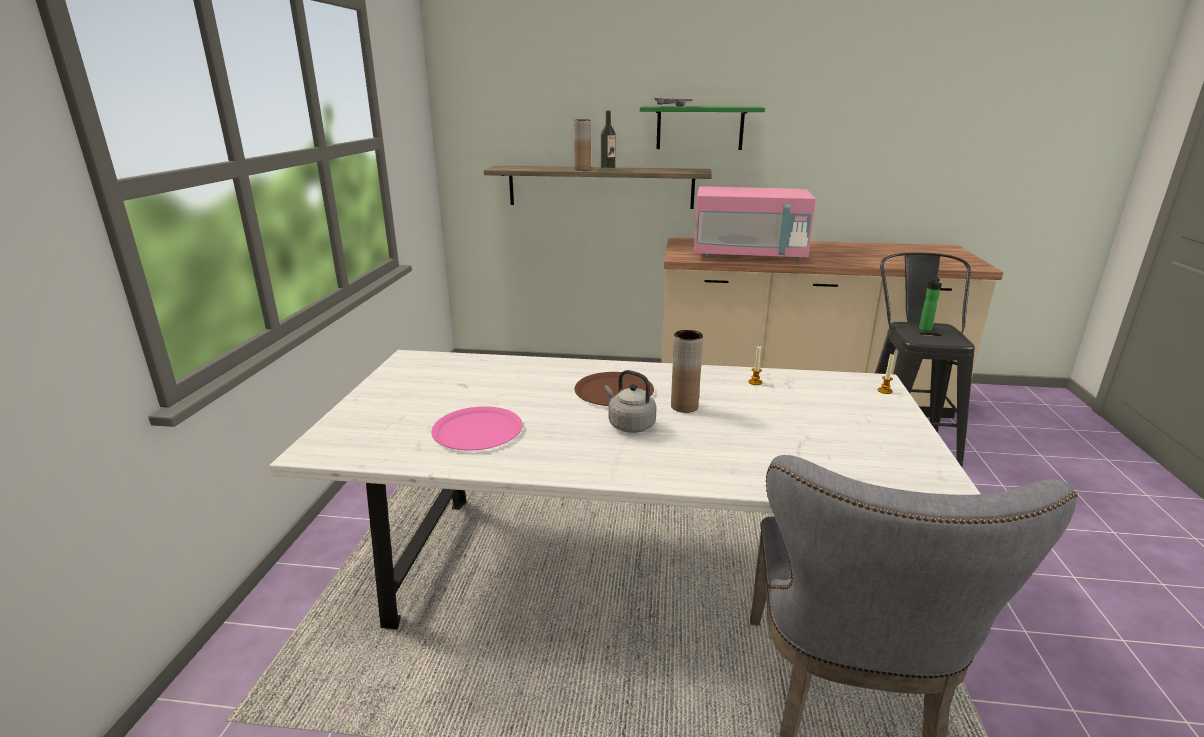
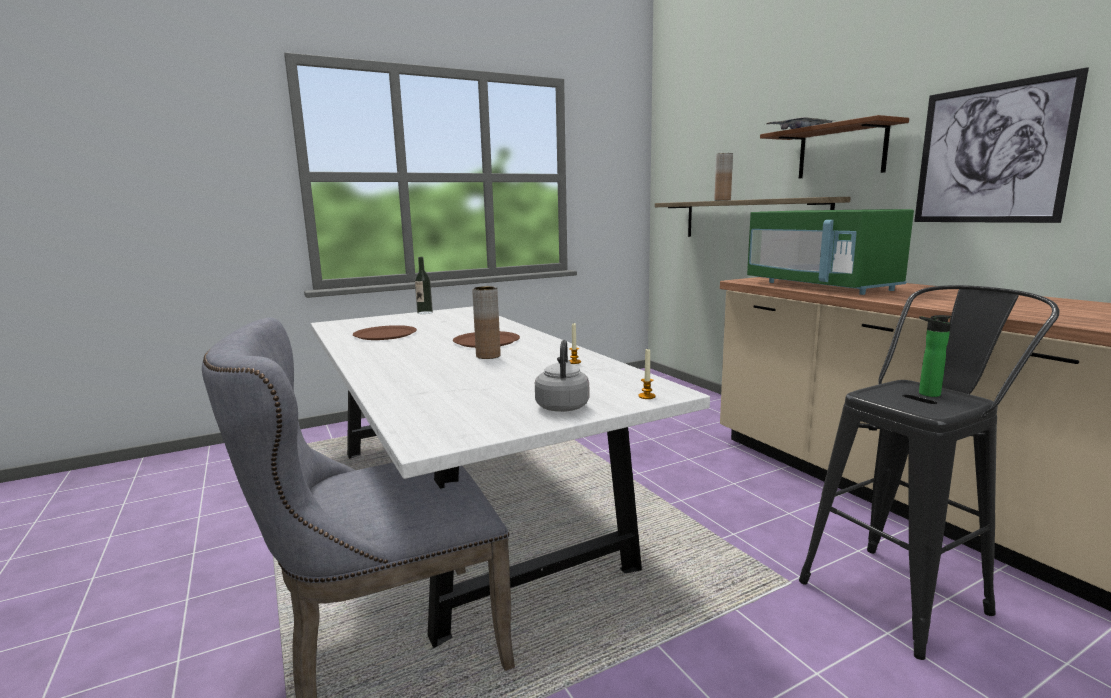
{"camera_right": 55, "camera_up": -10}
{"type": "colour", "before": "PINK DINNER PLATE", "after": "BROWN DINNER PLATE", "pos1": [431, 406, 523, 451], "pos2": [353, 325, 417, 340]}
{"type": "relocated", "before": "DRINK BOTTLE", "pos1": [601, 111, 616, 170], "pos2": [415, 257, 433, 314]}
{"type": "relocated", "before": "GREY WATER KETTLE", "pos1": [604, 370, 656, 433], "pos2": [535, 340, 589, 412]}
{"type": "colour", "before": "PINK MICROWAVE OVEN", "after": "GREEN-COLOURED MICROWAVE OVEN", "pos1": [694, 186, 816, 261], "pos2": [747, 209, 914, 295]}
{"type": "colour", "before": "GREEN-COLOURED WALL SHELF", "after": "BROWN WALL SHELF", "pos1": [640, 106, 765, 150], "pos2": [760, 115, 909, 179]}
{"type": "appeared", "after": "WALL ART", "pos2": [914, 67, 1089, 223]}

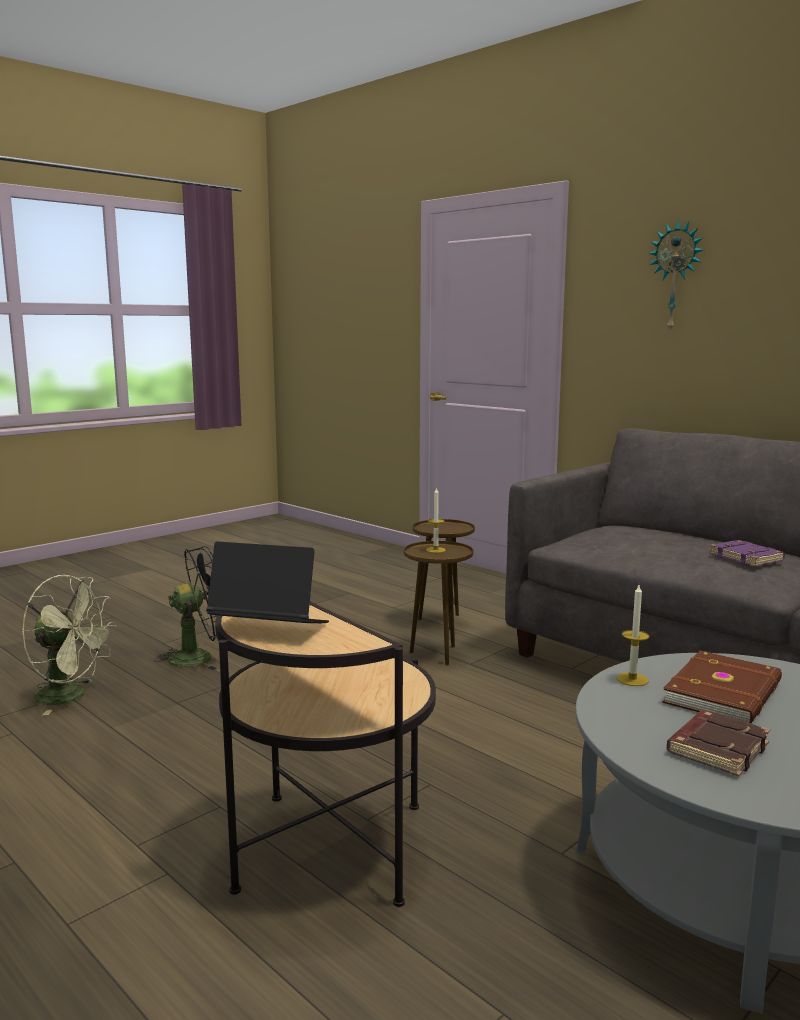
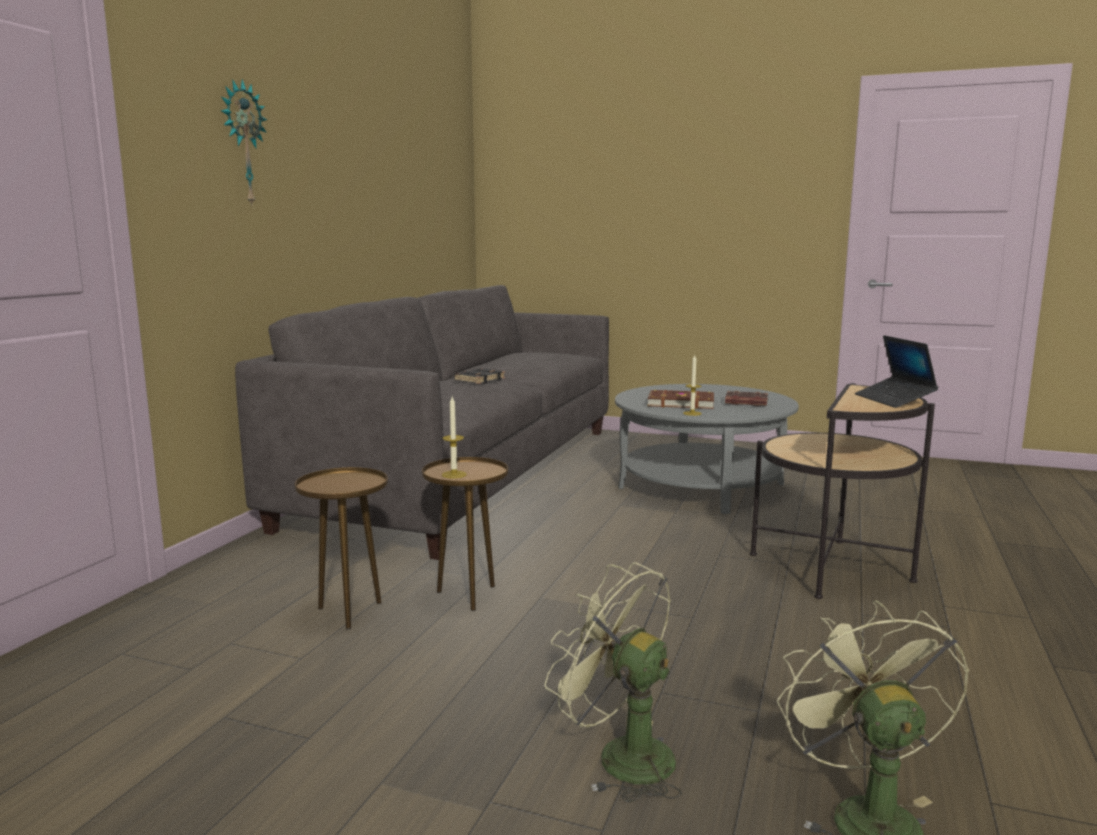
{"camera_right": -115, "camera_up": 0}
{"type": "colour", "before": "PURPLISH BOUND BOOK", "after": "BLACK BOUND BOOK", "pos1": [709, 540, 785, 567], "pos2": [453, 369, 505, 384]}
{"type": "colour", "before": "BLACK FAN", "after": "GREEN-COLOURED FAN", "pos1": [154, 546, 217, 670], "pos2": [545, 562, 682, 802]}

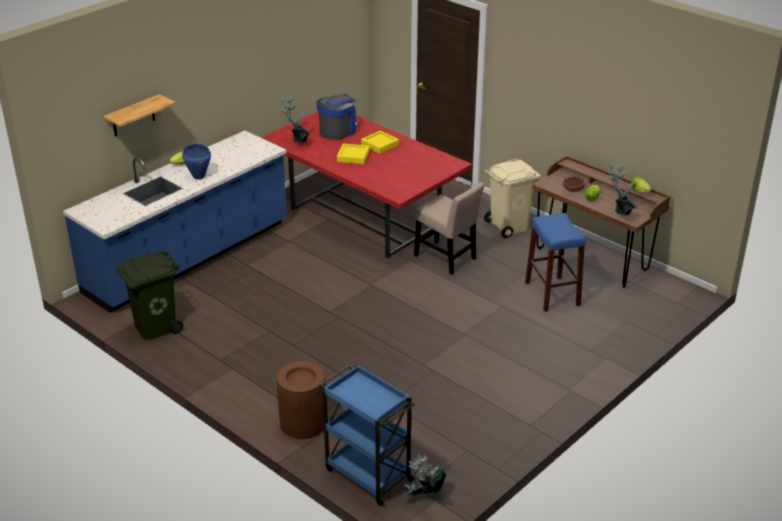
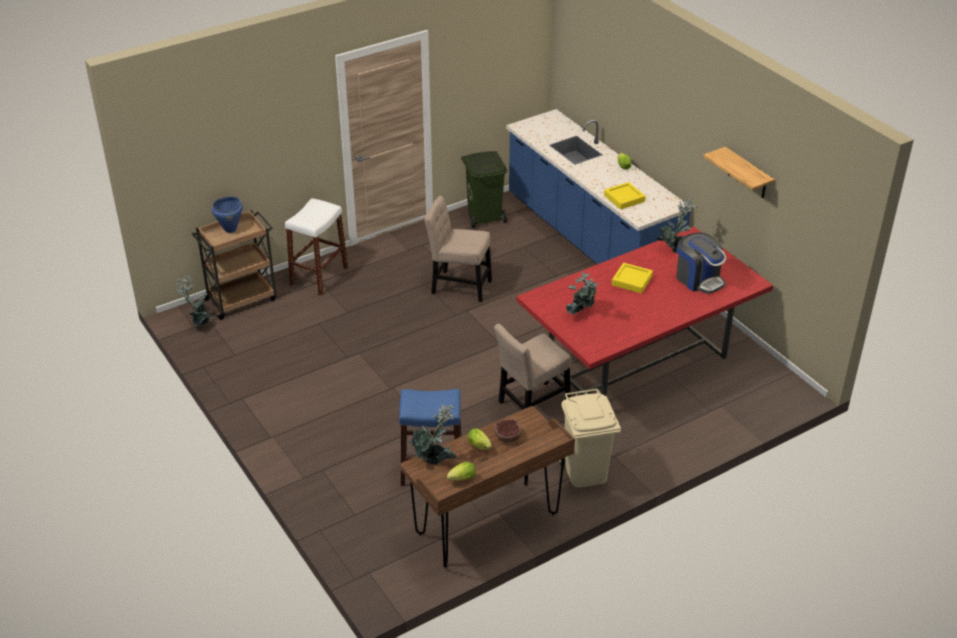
{"camera_right": 105, "camera_up": 5}
{"type": "colour", "before": "BLUISH CART", "after": "BROWN CART", "pos1": [320, 364, 415, 506], "pos2": [192, 210, 276, 320]}
{"type": "relocated", "before": "BLUISH COOKING POT", "pos1": [182, 144, 211, 180], "pos2": [212, 196, 243, 233]}
{"type": "exchanged", "before": "BROWN RUBBISH BIN", "after": "WHITE-COLOURED SITTING STOOL", "pos1": [277, 361, 326, 439], "pos2": [285, 198, 348, 296]}
{"type": "appeared", "after": "BEIGE PLAIN CHAIR", "pos2": [424, 196, 492, 302]}
{"type": "appeared", "after": "POTTED PLANT", "pos2": [566, 271, 599, 315]}
{"type": "relocated", "before": "YELLOW CARRYING TRAY", "pos1": [361, 131, 399, 154], "pos2": [604, 182, 645, 210]}
{"type": "relocated", "before": "WALL SHELF", "pos1": [103, 94, 176, 137], "pos2": [703, 147, 775, 198]}

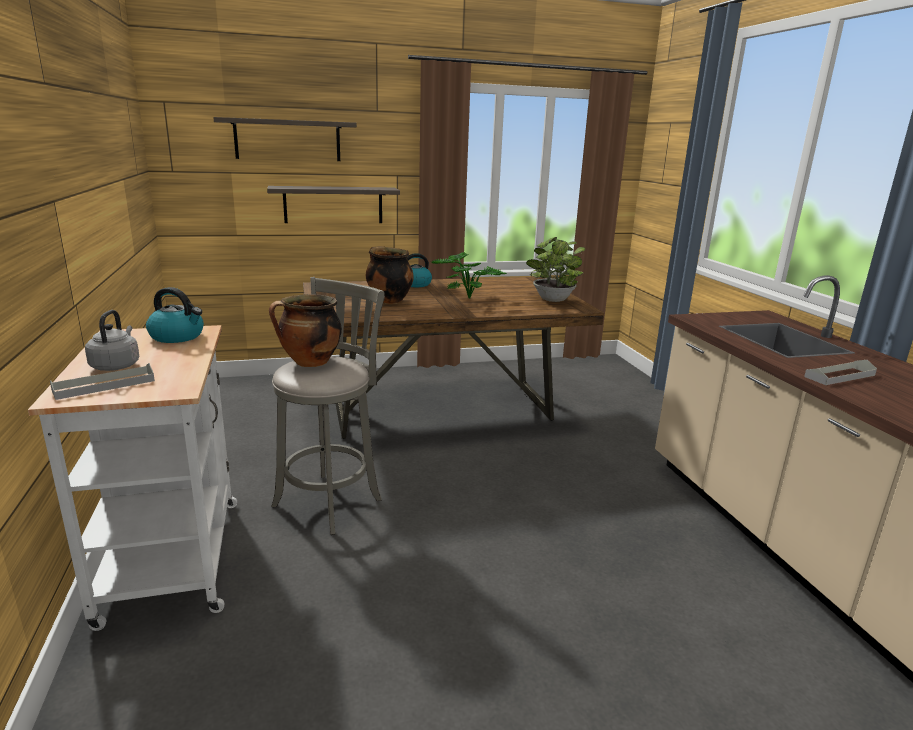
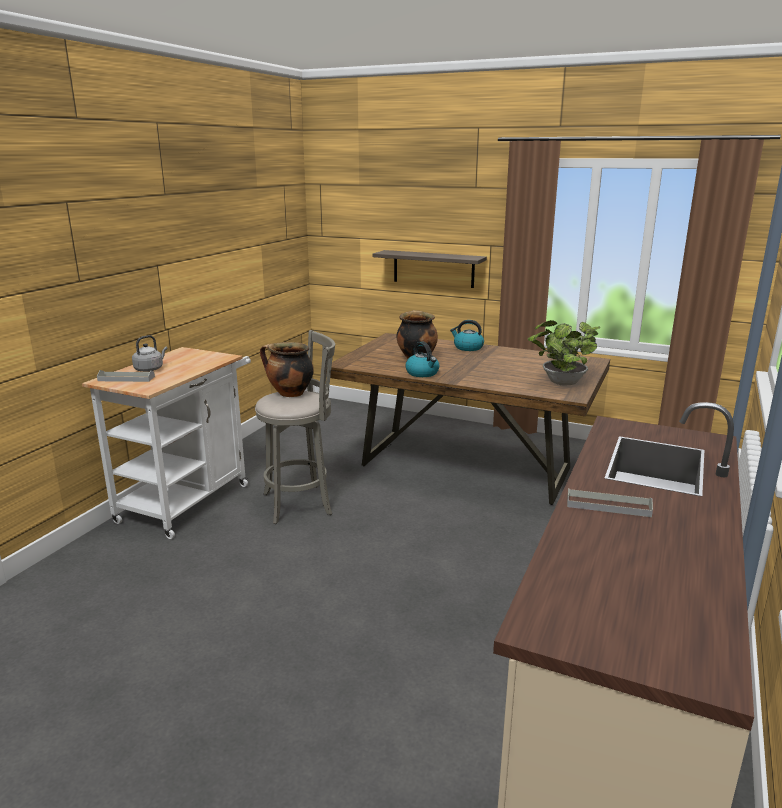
{"camera_right": 40, "camera_up": 0}
{"type": "relocated", "before": "WATER KETTLE", "pos1": [146, 287, 204, 343], "pos2": [405, 341, 439, 377]}
{"type": "missing", "before": "WALL SHELF", "pos1": [213, 117, 357, 161]}
{"type": "missing", "before": "POTTED PLANT", "pos1": [431, 252, 507, 299]}

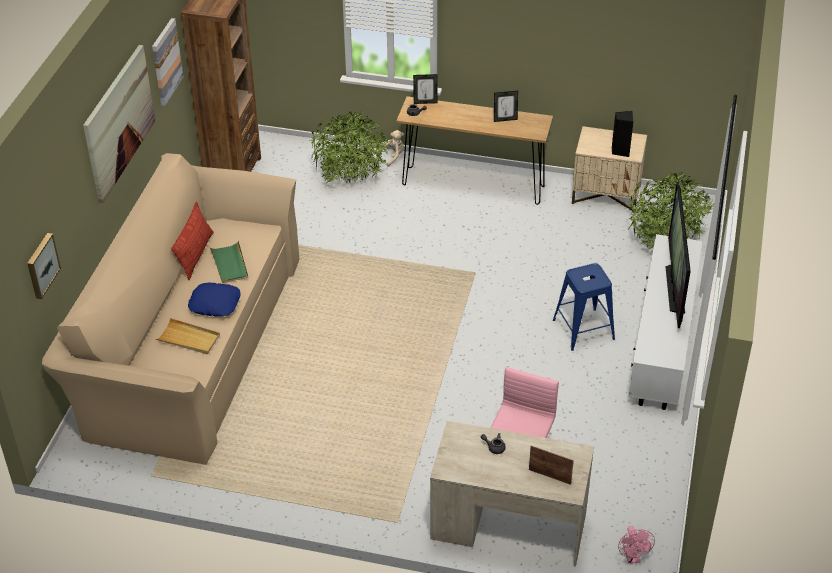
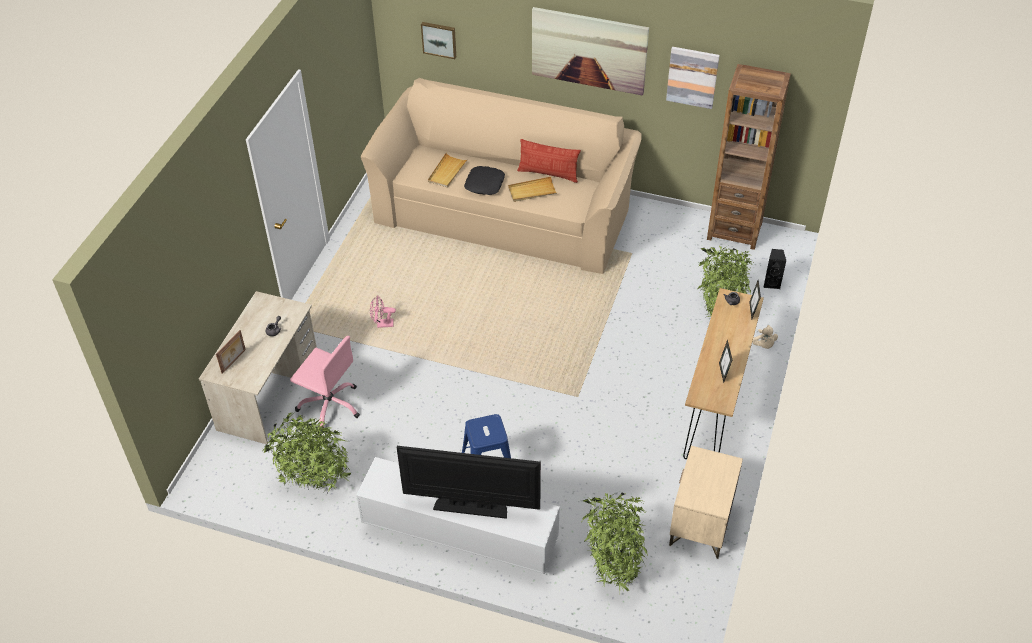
{"camera_right": 95, "camera_up": 5}
{"type": "appeared", "after": "POTTED PLANT", "pos2": [262, 413, 351, 492]}
{"type": "relocated", "before": "PINK FAN", "pos1": [618, 526, 655, 564], "pos2": [370, 295, 396, 328]}
{"type": "colour", "before": "BLUISH THROW PILLOW", "after": "BLACK THROW PILLOW", "pos1": [188, 283, 241, 316], "pos2": [464, 166, 505, 195]}
{"type": "colour", "before": "GREEN-COLOURED CARRYING TRAY", "after": "BEIGE CARRYING TRAY", "pos1": [210, 241, 248, 283], "pos2": [508, 177, 557, 202]}
{"type": "relocated", "before": "BLACK AUDIO SPEAKER", "pos1": [612, 111, 633, 157], "pos2": [763, 249, 786, 289]}

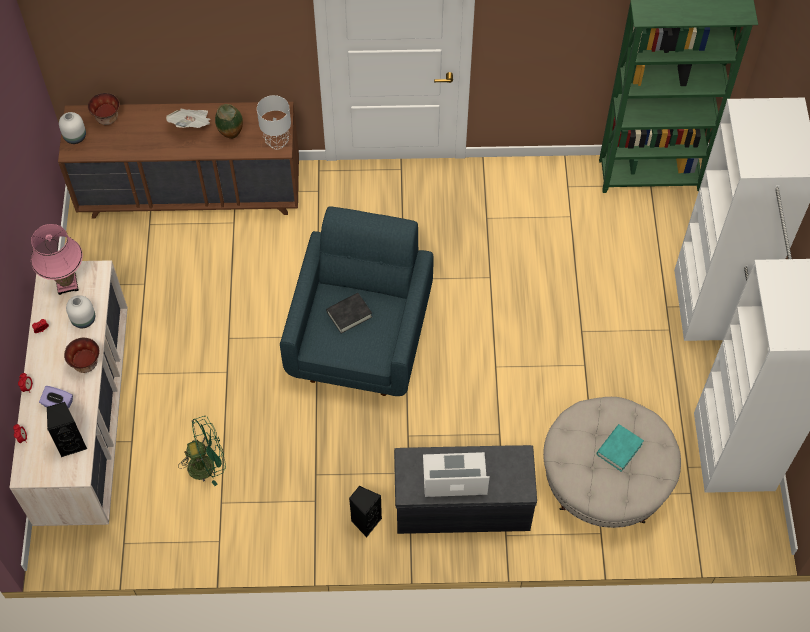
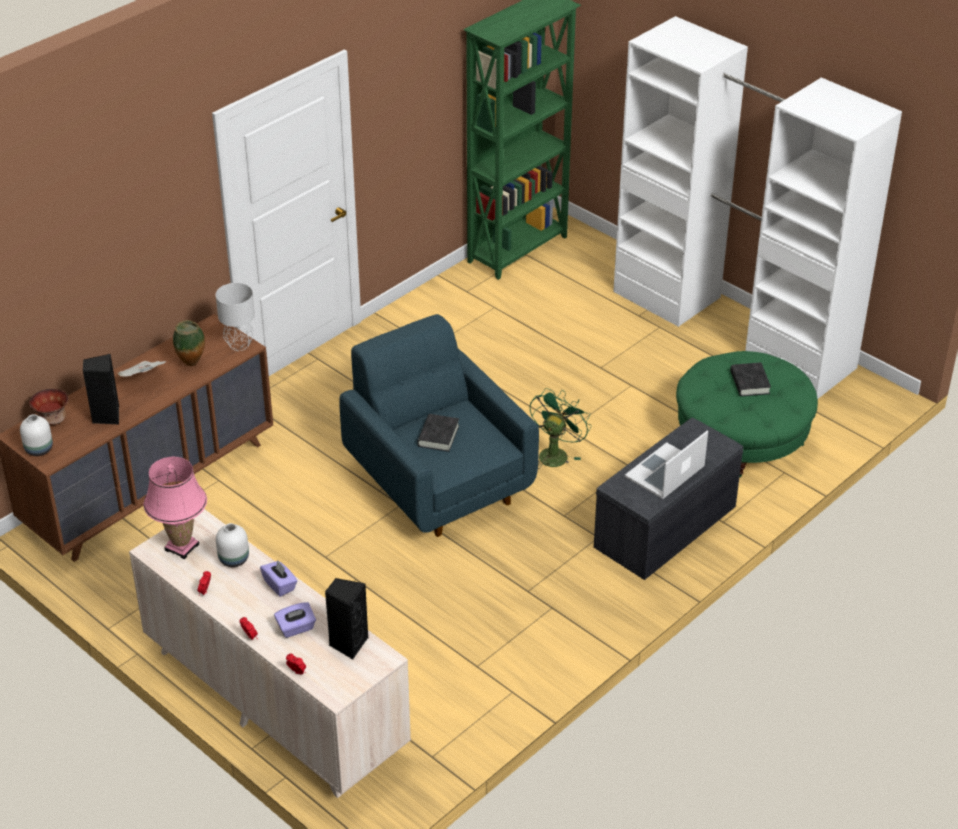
{"camera_right": -45, "camera_up": -20}
{"type": "relocated", "before": "BLACK AUDIO SPEAKER", "pos1": [349, 486, 382, 537], "pos2": [83, 354, 119, 425]}
{"type": "exchanged", "before": "SERVING BOWL", "after": "PURPLISH TISSUE BOX", "pos1": [64, 338, 100, 373], "pos2": [260, 560, 297, 597]}
{"type": "relocated", "before": "GREEN-COLOURED FAN", "pos1": [178, 416, 226, 486], "pos2": [530, 388, 591, 469]}
{"type": "colour", "before": "BEIGE POUFFE", "after": "GREEN-COLOURED POUFFE", "pos1": [543, 397, 681, 528], "pos2": [676, 351, 818, 478]}
{"type": "colour", "before": "TURQUOISE-COLOURED BOUND BOOK", "after": "BLACK BOUND BOOK", "pos1": [597, 424, 644, 472], "pos2": [730, 362, 771, 396]}

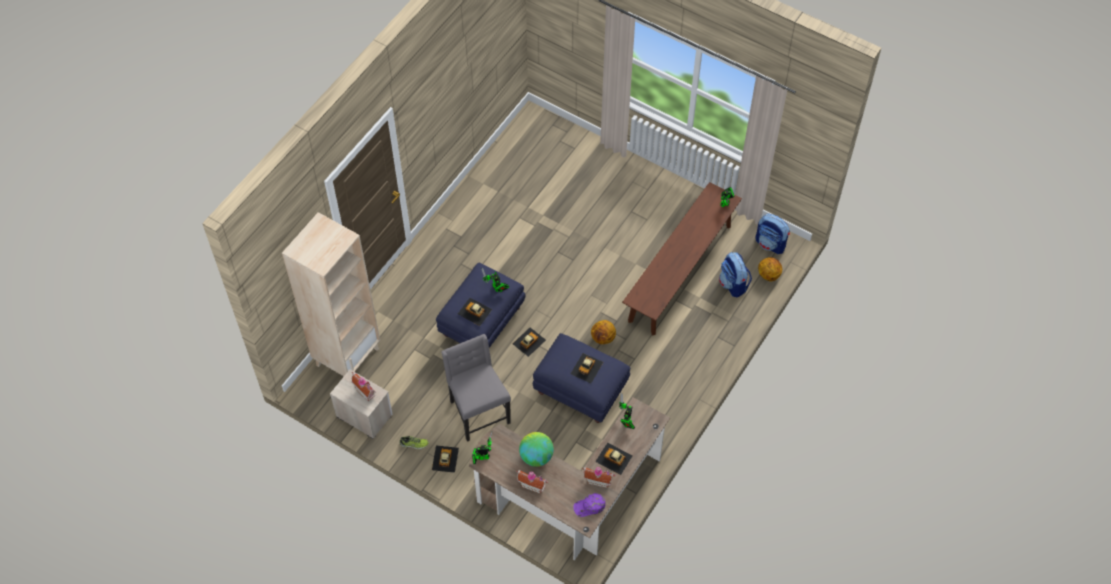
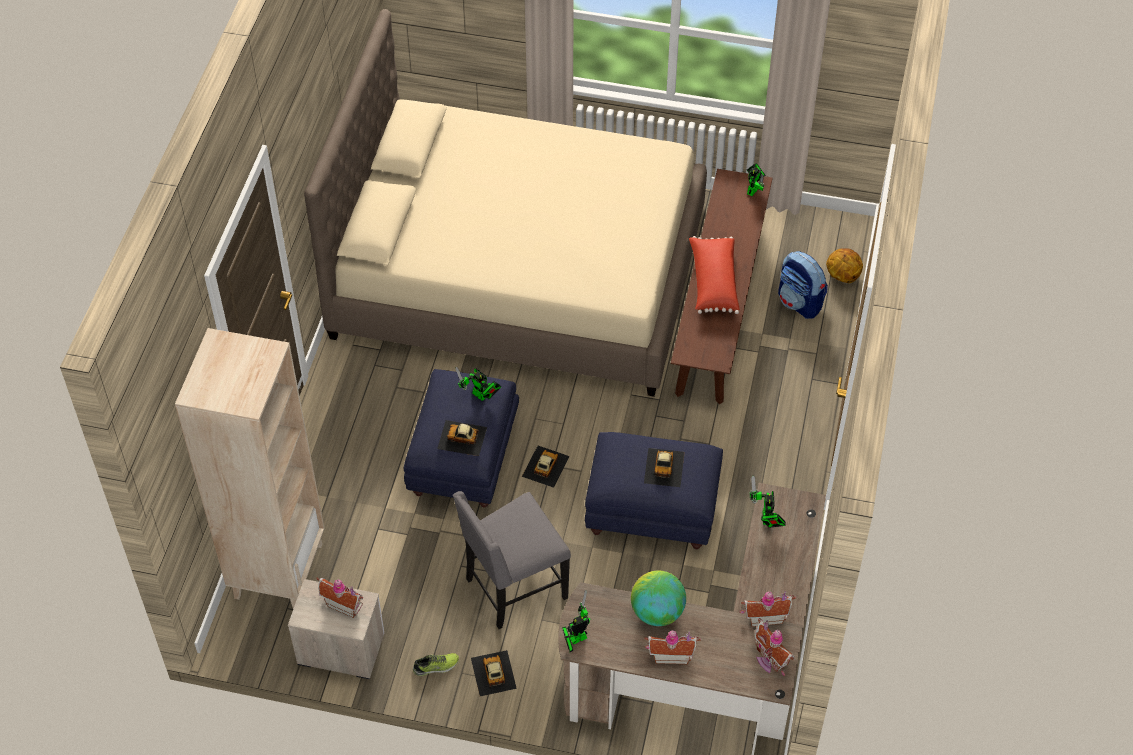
{"camera_right": -20, "camera_up": -5}
{"type": "appeared", "after": "BEIGE SLEEPING BED", "pos2": [304, 9, 707, 397]}
{"type": "spun", "before": "GREY PLAIN CHAIR", "pos1": [441, 334, 511, 442], "pos2": [453, 491, 571, 629], "turn": -75}
{"type": "appeared", "after": "RED THROW PILLOW", "pos2": [689, 236, 740, 314]}
{"type": "exchanged", "before": "PURPLISH CAP", "after": "TOY HOUSE", "pos1": [573, 493, 606, 517], "pos2": [755, 618, 795, 676]}
{"type": "missing", "before": "BALL FOR BASKETBALL", "pos1": [591, 320, 616, 344]}
{"type": "missing", "before": "TOY CAR", "pos1": [595, 443, 632, 475]}
{"type": "missing", "before": "KNAPSACK", "pos1": [755, 213, 790, 254]}

